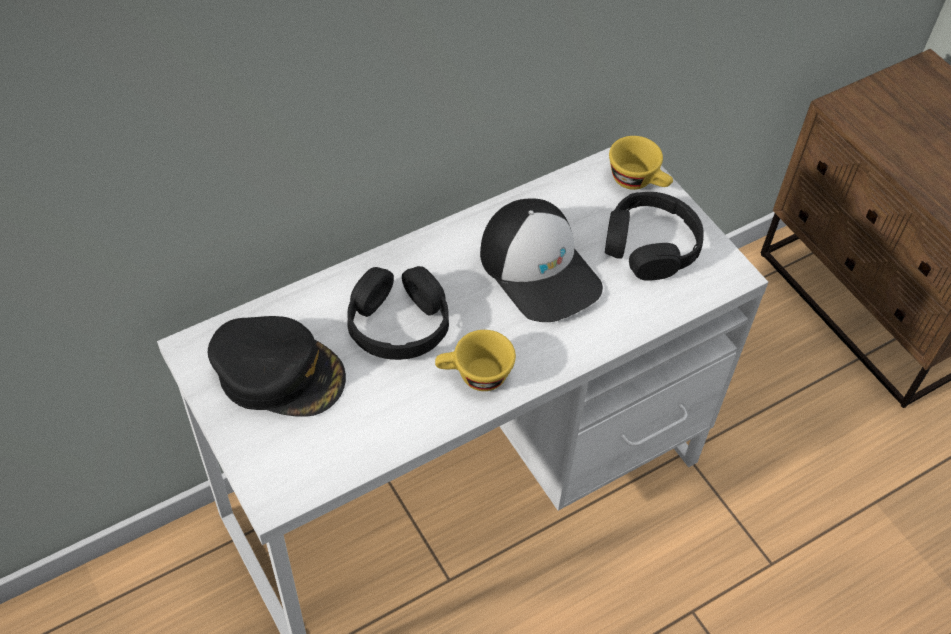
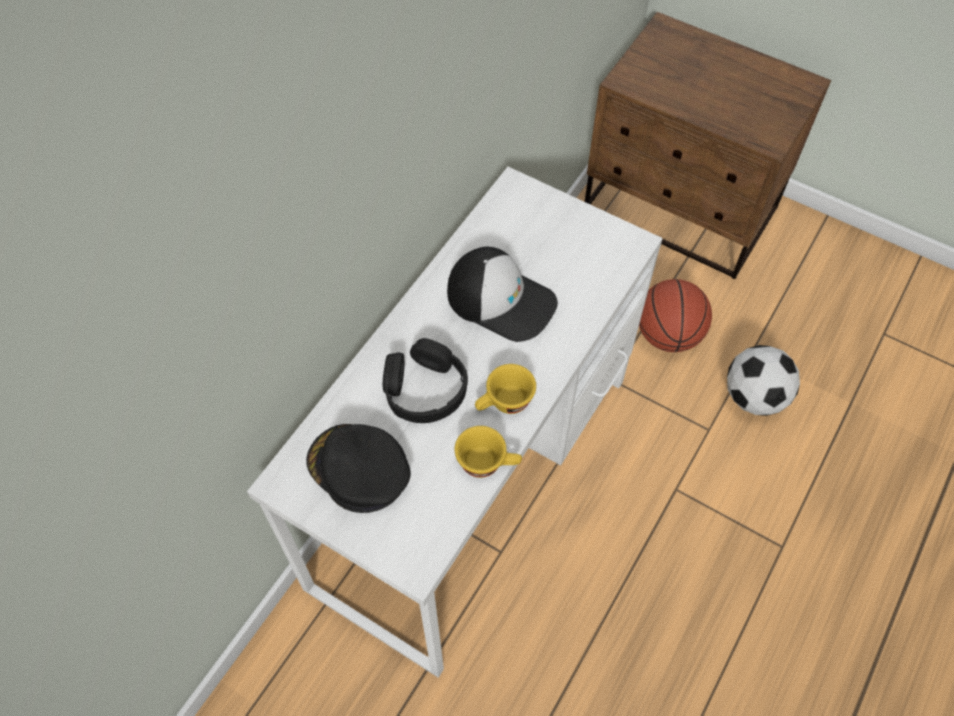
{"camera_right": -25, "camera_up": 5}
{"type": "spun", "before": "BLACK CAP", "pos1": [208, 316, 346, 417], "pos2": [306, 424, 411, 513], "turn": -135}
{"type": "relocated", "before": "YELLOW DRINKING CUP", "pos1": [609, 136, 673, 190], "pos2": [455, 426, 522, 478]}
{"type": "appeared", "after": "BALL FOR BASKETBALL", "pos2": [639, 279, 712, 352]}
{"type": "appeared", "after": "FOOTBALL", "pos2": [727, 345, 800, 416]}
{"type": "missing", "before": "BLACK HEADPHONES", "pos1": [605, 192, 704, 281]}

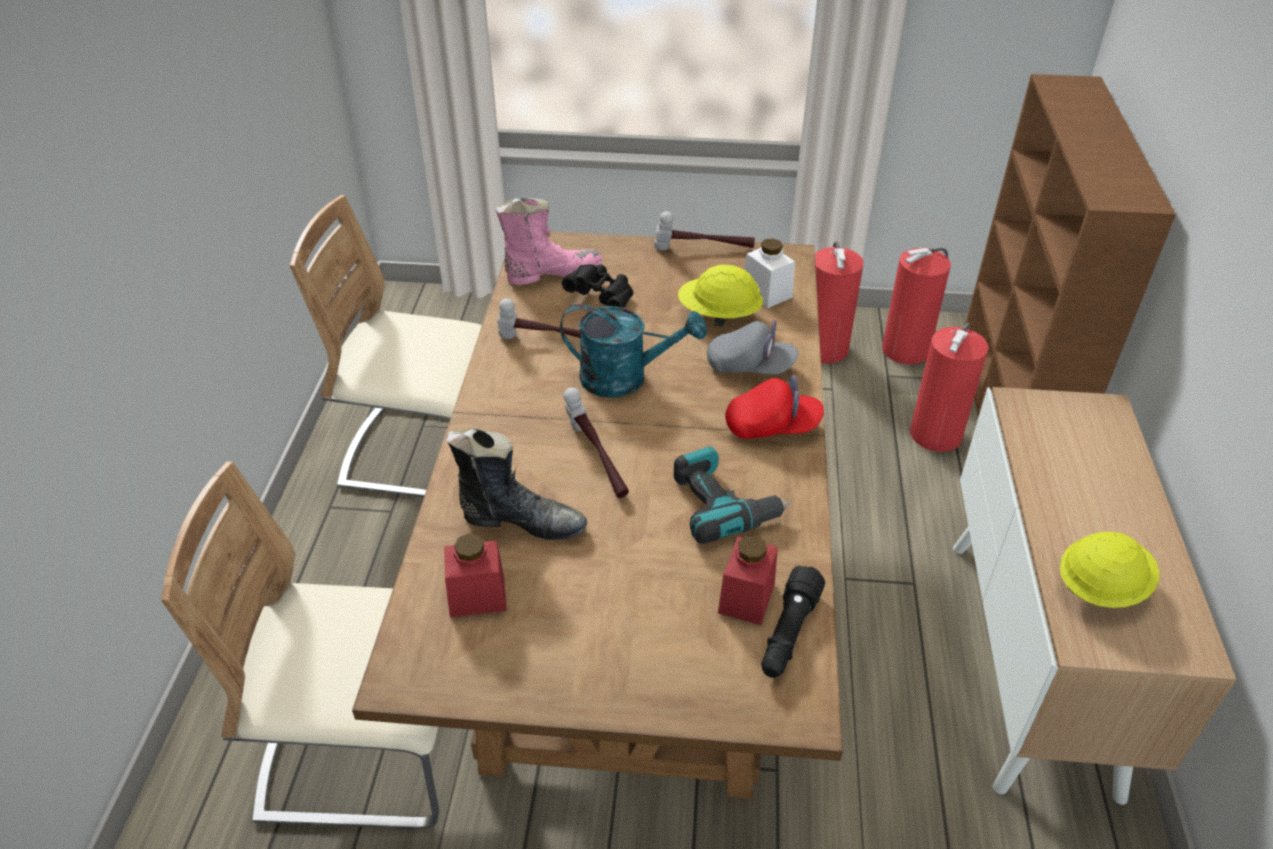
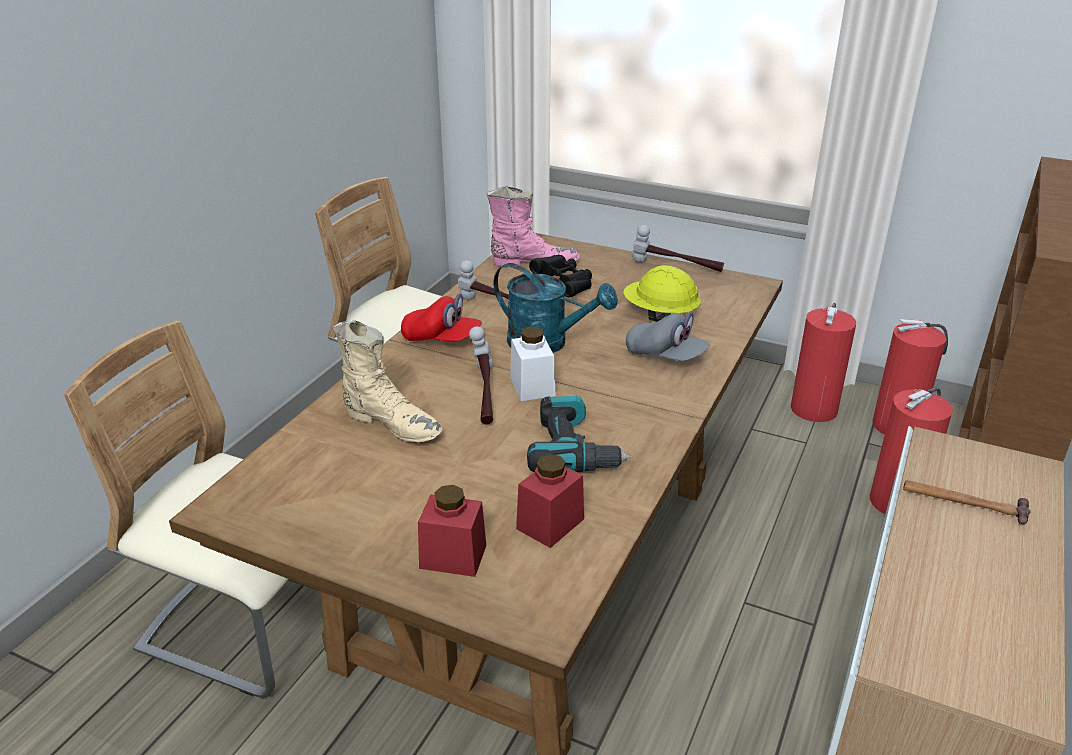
{"camera_right": 20, "camera_up": -10}
{"type": "colour", "before": "BLACK BOOT", "after": "BEIGE BOOT", "pos1": [446, 428, 587, 540], "pos2": [332, 320, 443, 442]}
{"type": "relocated", "before": "RED CAP", "pos1": [725, 375, 824, 439], "pos2": [401, 294, 482, 342]}
{"type": "relocated", "before": "RED JAR", "pos1": [444, 534, 507, 617], "pos2": [418, 485, 486, 577]}
{"type": "relocated", "before": "WHITE-COLOURED JAR", "pos1": [744, 238, 795, 308], "pos2": [510, 327, 555, 401]}
{"type": "appeared", "after": "TOOL HAMMER", "pos2": [903, 480, 1030, 524]}
{"type": "missing", "before": "BLACK TORCH", "pos1": [761, 566, 825, 678]}
{"type": "missing", "before": "YELLOW SAFETY HELMET", "pos1": [1060, 532, 1160, 608]}

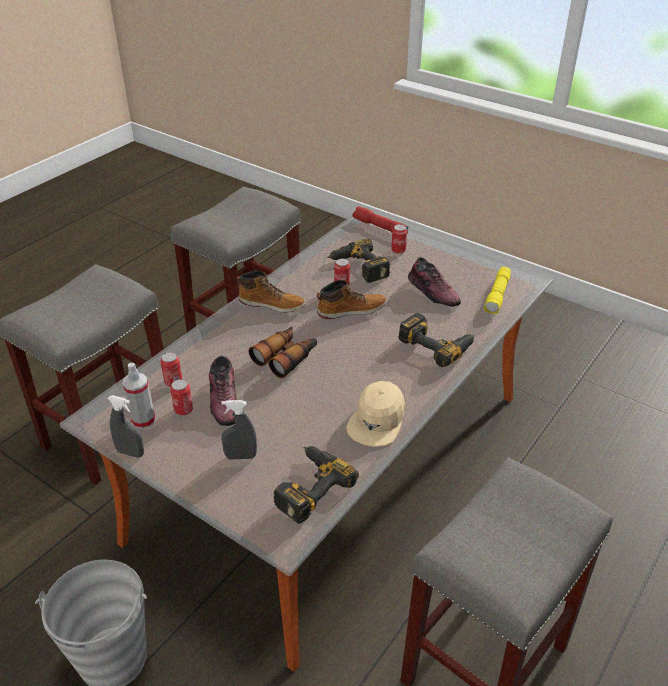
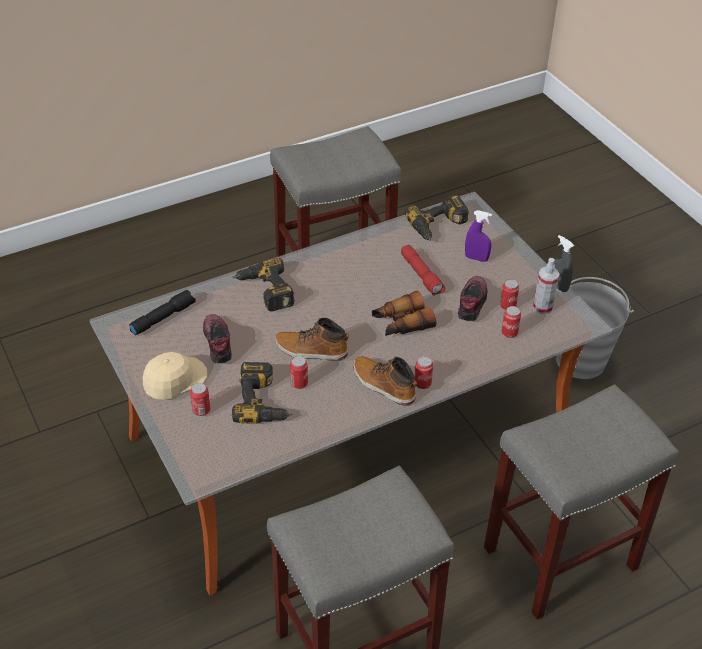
{"camera_right": -155, "camera_up": 5}
{"type": "colour", "before": "YELLOW TORCH", "after": "BLACK TORCH", "pos1": [484, 267, 511, 314], "pos2": [129, 290, 196, 336]}
{"type": "relocated", "before": "BEIGE CAP", "pos1": [346, 381, 405, 447], "pos2": [143, 352, 207, 400]}
{"type": "relocated", "before": "RED TORCH", "pos1": [352, 206, 408, 234], "pos2": [401, 245, 445, 295]}
{"type": "appeared", "after": "METAL CAN", "pos2": [414, 356, 433, 389]}
{"type": "colour", "before": "GREY HAND SPRAYER", "after": "PURPLISH HAND SPRAYER", "pos1": [221, 400, 257, 460], "pos2": [465, 210, 492, 262]}

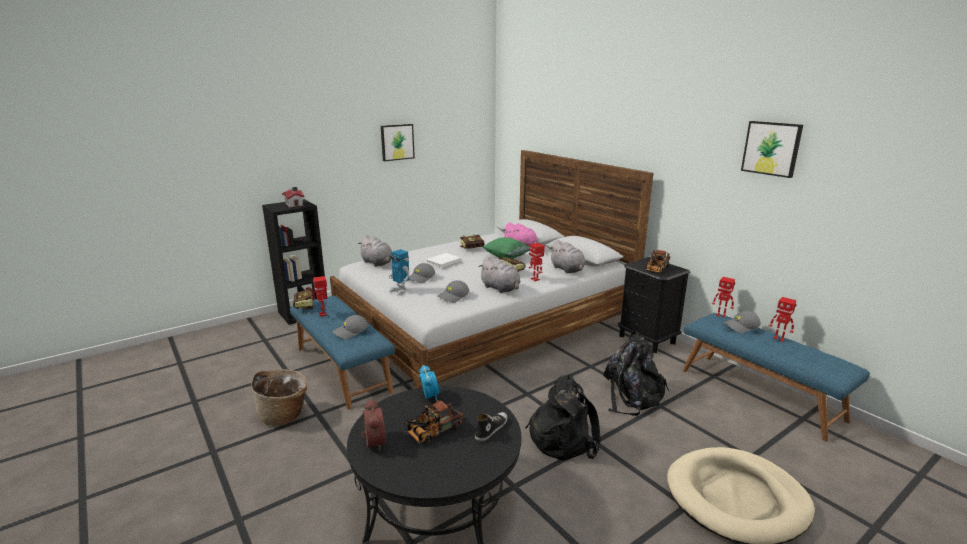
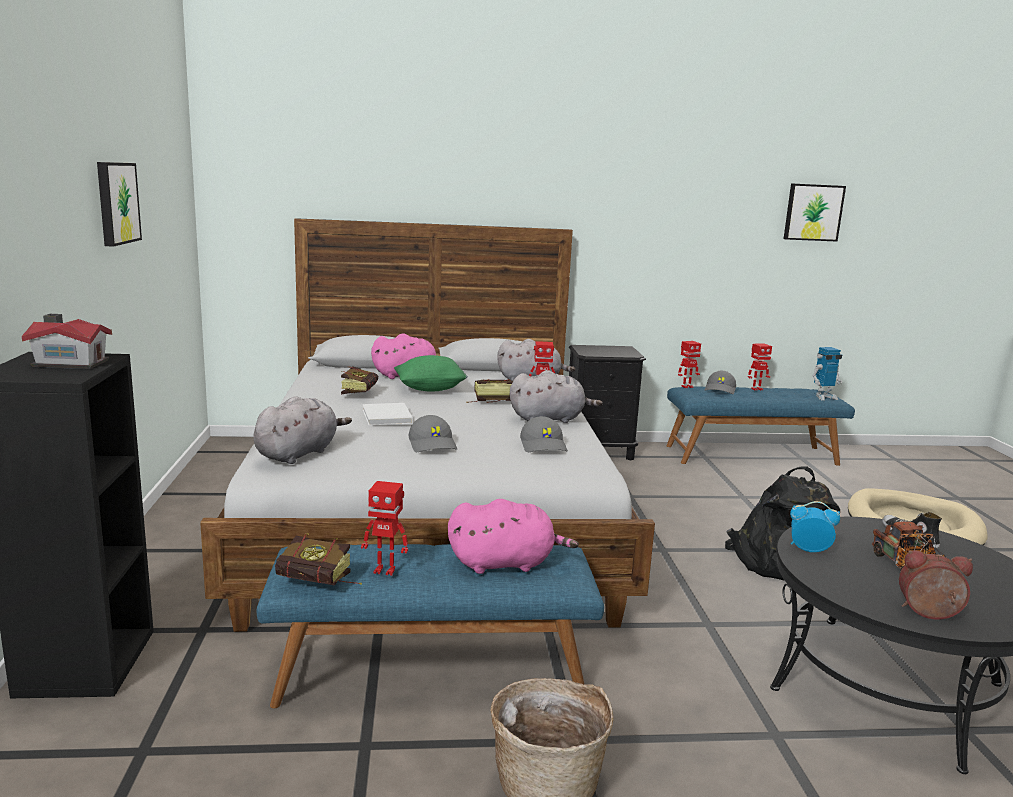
{"camera_right": -60, "camera_up": -5}
{"type": "spun", "before": "GREY SOFT TOY", "pos1": [358, 235, 392, 267], "pos2": [254, 396, 352, 464], "turn": -45}
{"type": "exchanged", "before": "GREY CAP", "after": "PINK SOFT TOY", "pos1": [332, 315, 368, 340], "pos2": [448, 499, 579, 574]}
{"type": "relocated", "before": "WALL ART", "pos1": [741, 121, 803, 178], "pos2": [784, 183, 846, 242]}
{"type": "relocated", "before": "ROBOT FIGURE", "pos1": [389, 249, 410, 295], "pos2": [812, 347, 842, 401]}
{"type": "missing", "before": "BLACK KNAPSACK", "pos1": [603, 331, 670, 416]}
{"type": "missing", "before": "MODEL TRUCK", "pos1": [646, 250, 670, 274]}

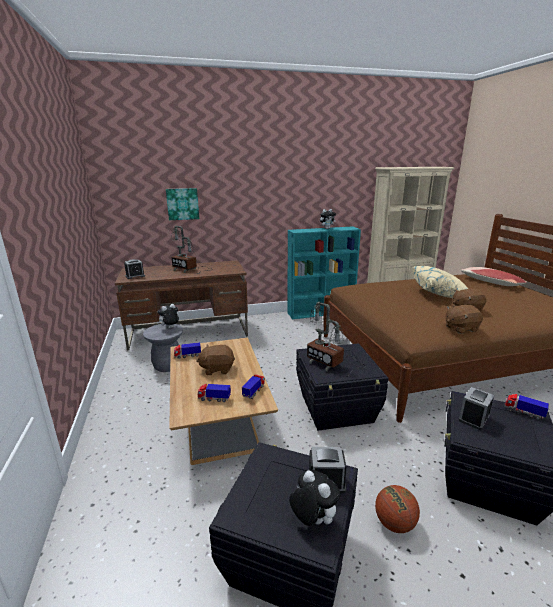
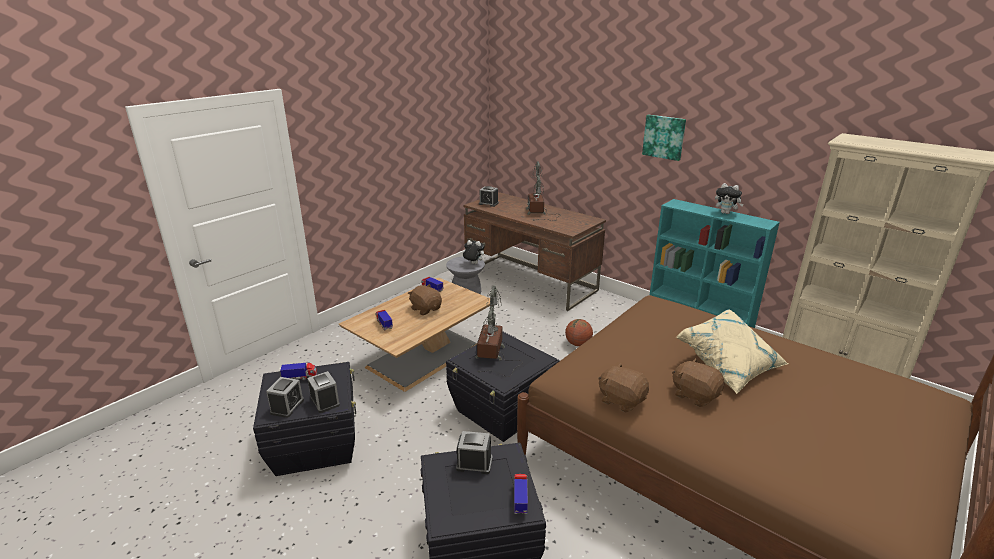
{"camera_right": 55, "camera_up": 5}
{"type": "exchanged", "before": "SOFT TOY", "after": "BEDSIDE CLOCK", "pos1": [289, 470, 341, 526], "pos2": [266, 377, 304, 418]}
{"type": "relocated", "before": "MODEL TRUCK", "pos1": [242, 375, 265, 399], "pos2": [280, 363, 317, 380]}
{"type": "relocated", "before": "BALL FOR BASKETBALL", "pos1": [375, 485, 420, 533], "pos2": [565, 319, 593, 346]}
{"type": "relocated", "before": "WALL ART", "pos1": [166, 188, 199, 220], "pos2": [642, 115, 686, 161]}
{"type": "missing", "before": "THROW PILLOW", "pos1": [461, 267, 528, 286]}

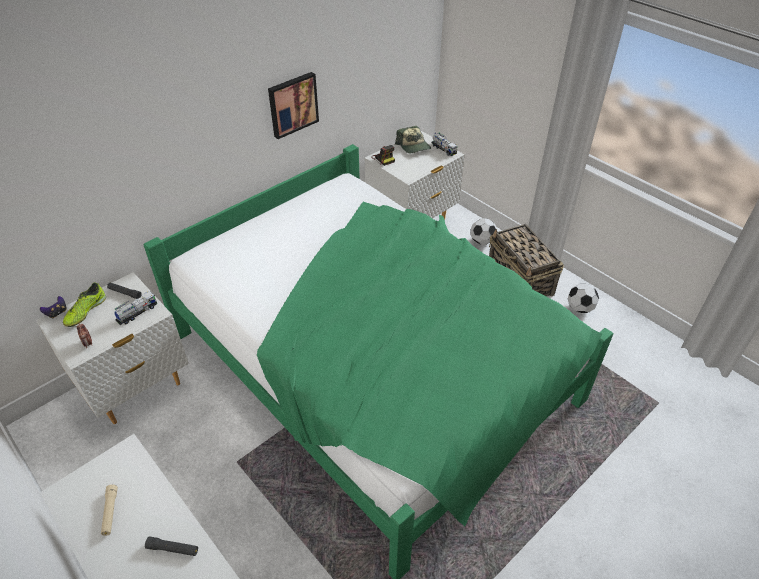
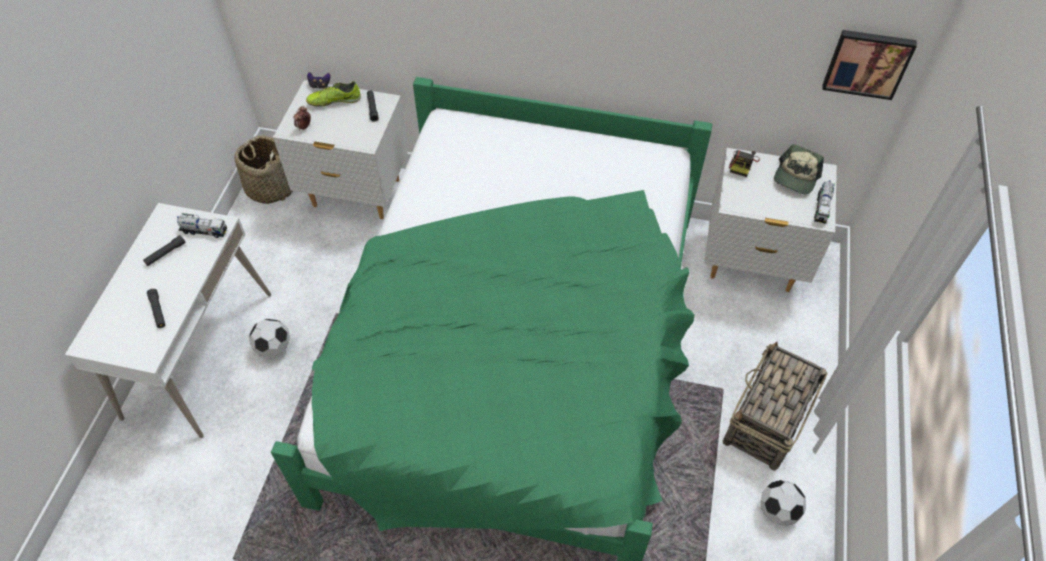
{"camera_right": 55, "camera_up": 10}
{"type": "colour", "before": "BEIGE TORCH", "after": "BLACK TORCH", "pos1": [101, 485, 118, 536], "pos2": [143, 235, 186, 266]}
{"type": "relocated", "before": "MODEL TRUCK", "pos1": [114, 291, 157, 325], "pos2": [177, 213, 227, 238]}
{"type": "appeared", "after": "STORAGE BASKET", "pos2": [234, 135, 293, 204]}
{"type": "relocated", "before": "FOOTBALL", "pos1": [470, 218, 497, 245], "pos2": [249, 319, 290, 357]}
{"type": "relocated", "before": "WALL ART", "pos1": [268, 72, 319, 139], "pos2": [822, 30, 917, 100]}

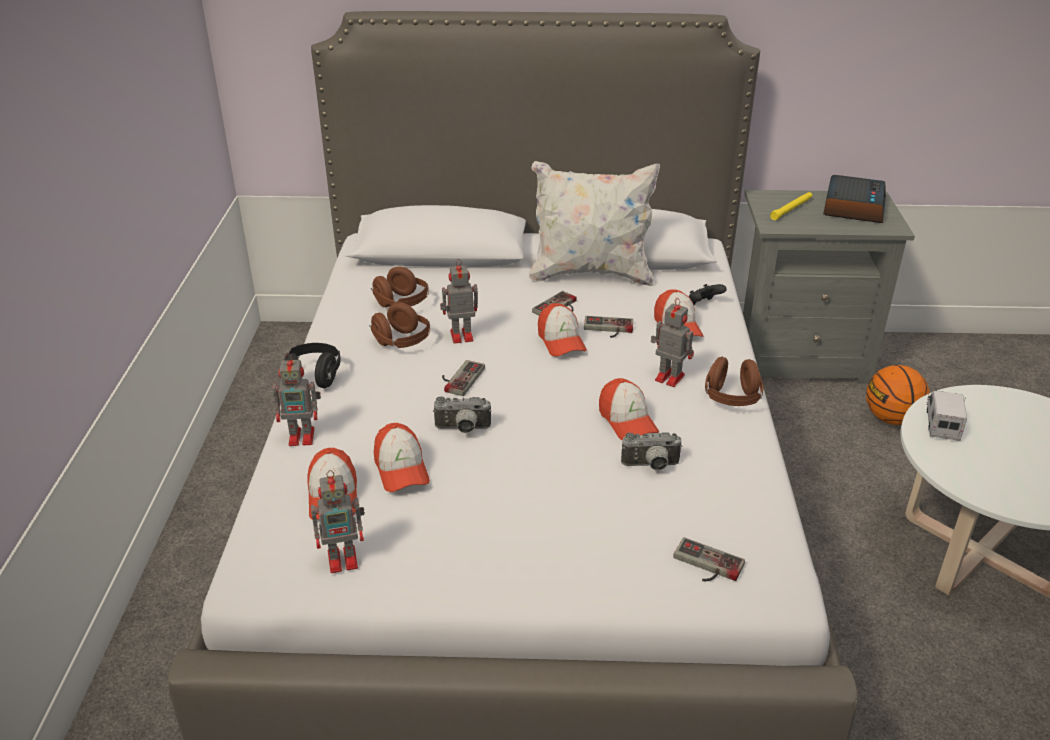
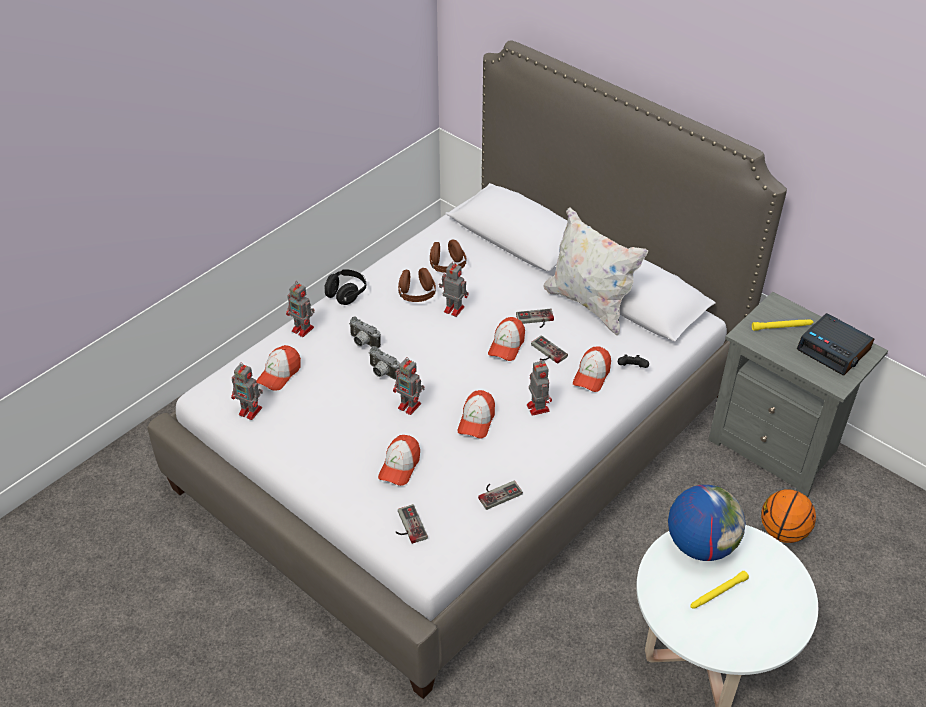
{"camera_right": 40, "camera_up": 10}
{"type": "relocated", "before": "STILL CAMERA", "pos1": [621, 432, 683, 471], "pos2": [349, 316, 381, 349]}
{"type": "relocated", "before": "CAP", "pos1": [374, 423, 430, 492], "pos2": [378, 435, 420, 486]}
{"type": "appeared", "after": "ROBOT FIGURE", "pos2": [393, 357, 425, 415]}
{"type": "relocated", "before": "GAME CONTROLLER", "pos1": [442, 360, 485, 396], "pos2": [478, 481, 523, 510]}
{"type": "exchanged", "before": "MODEL TRUCK", "after": "GLOBE", "pos1": [926, 390, 967, 441], "pos2": [668, 485, 745, 561]}
{"type": "appeared", "after": "YELLOW TORCH", "pos2": [690, 571, 749, 609]}
{"type": "spun", "before": "BEDSIDE CLOCK", "pos1": [823, 175, 886, 223], "pos2": [797, 313, 874, 375], "turn": 75}
{"type": "missing", "before": "BROWN HEADPHONES", "pos1": [705, 357, 763, 406]}

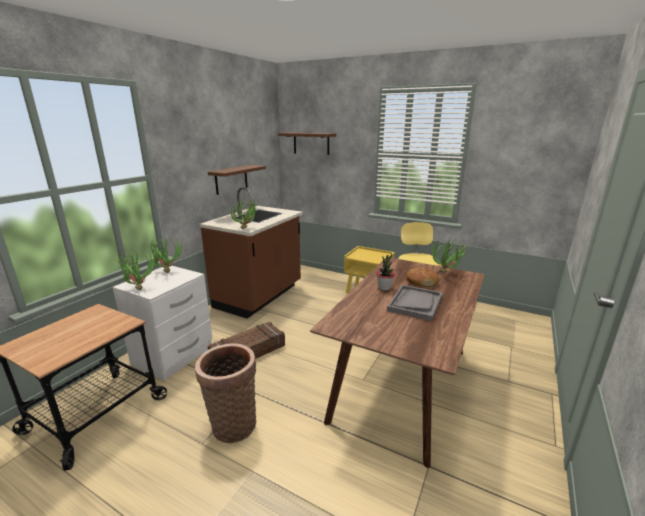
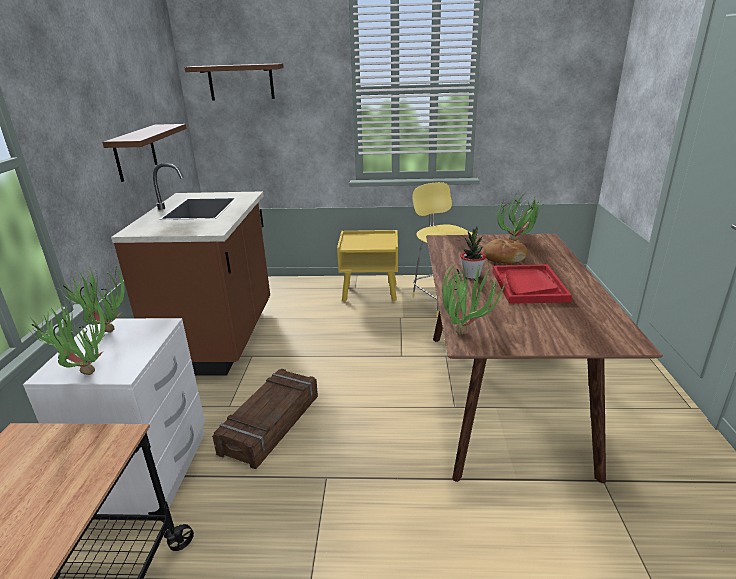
{"camera_right": -25, "camera_up": 5}
{"type": "relocated", "before": "POTTED PLANT", "pos1": [231, 198, 256, 229], "pos2": [443, 264, 506, 335]}
{"type": "colour", "before": "GREY CARRYING TRAY", "after": "RED CARRYING TRAY", "pos1": [387, 285, 443, 321], "pos2": [493, 264, 572, 304]}
{"type": "missing", "before": "STORAGE BASKET", "pos1": [195, 343, 256, 443]}

